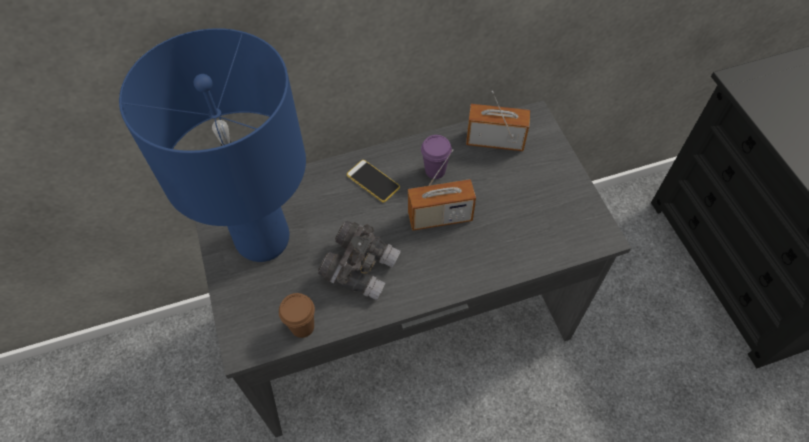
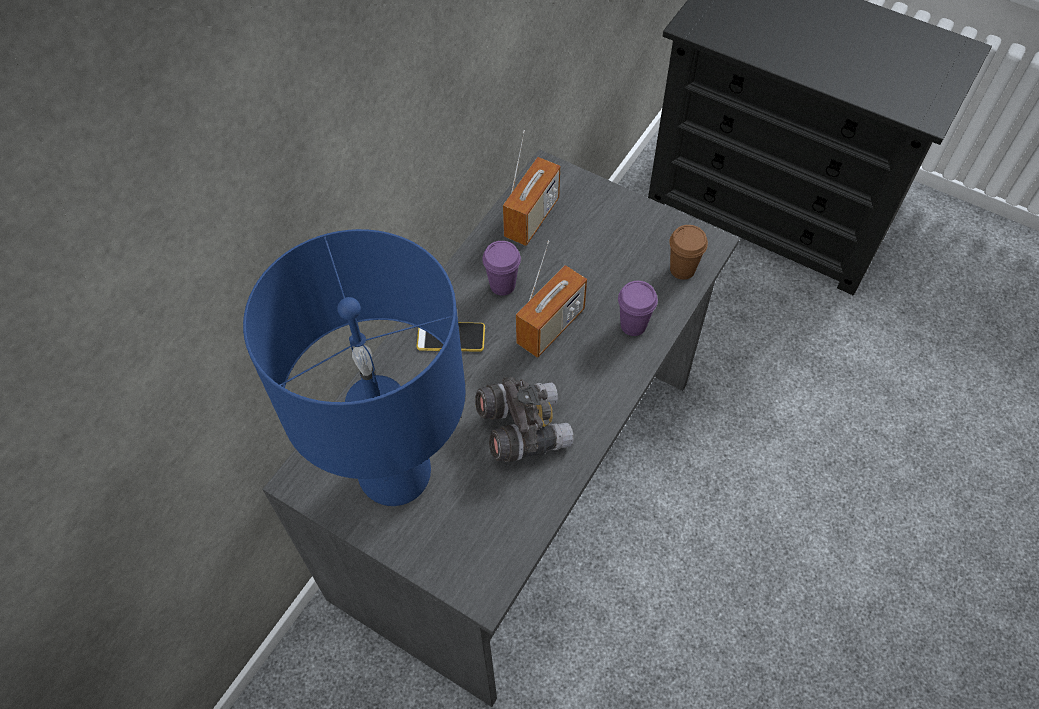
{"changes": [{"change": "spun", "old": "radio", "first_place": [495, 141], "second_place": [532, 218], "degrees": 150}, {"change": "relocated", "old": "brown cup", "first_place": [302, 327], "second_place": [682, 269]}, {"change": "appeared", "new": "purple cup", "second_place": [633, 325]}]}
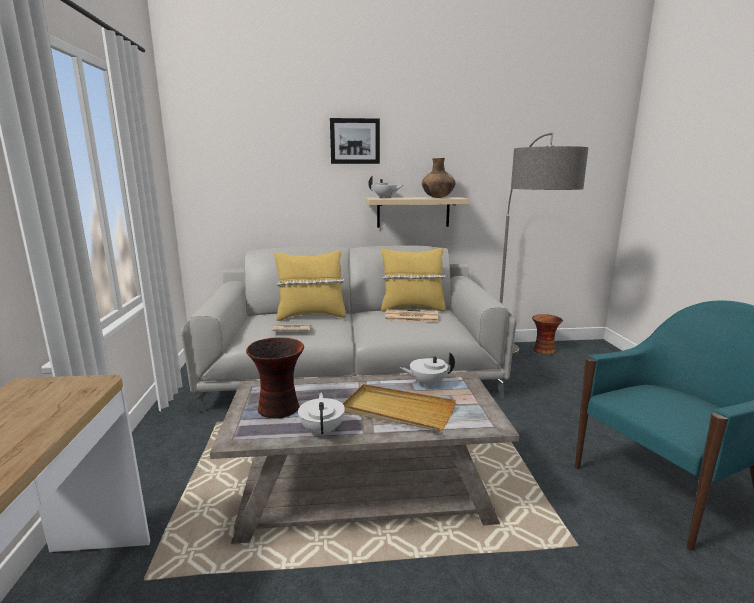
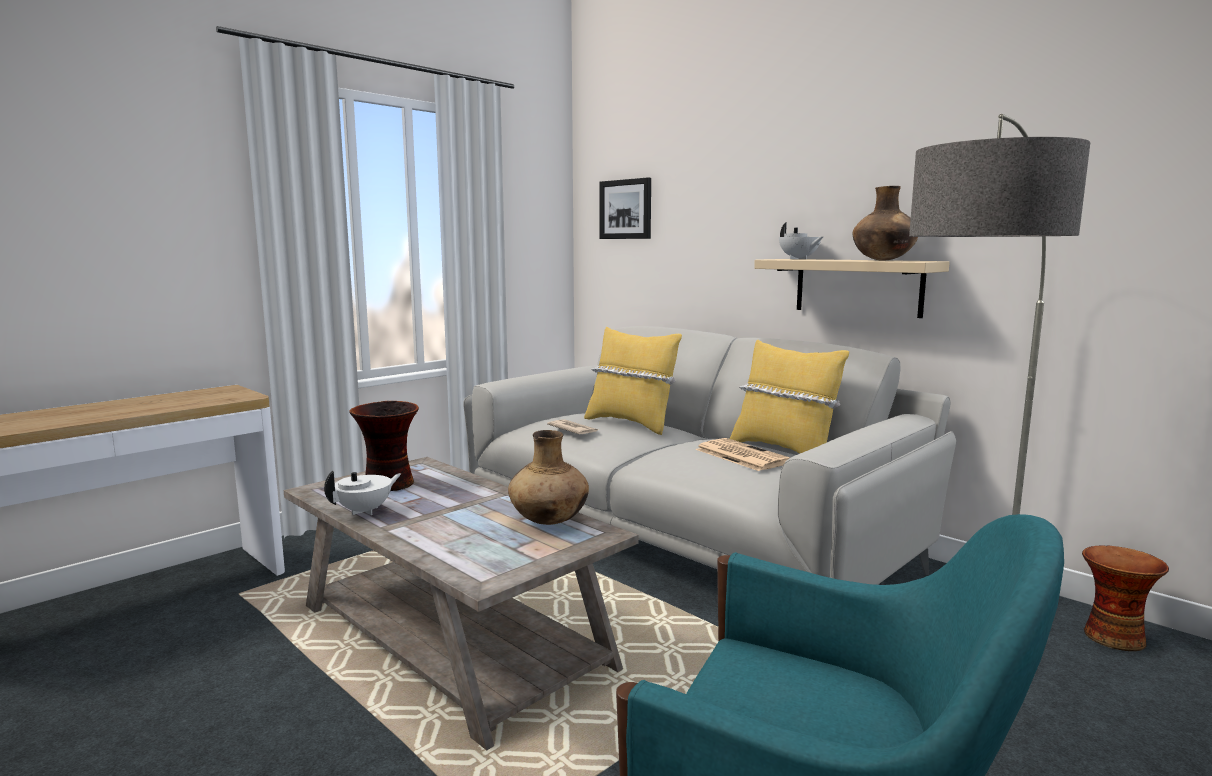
{"changes": [{"change": "relocated", "old": "picture", "first_place": [355, 141], "second_place": [626, 209]}, {"change": "exchanged", "old": "white teapot", "new": "brown vase", "first_place": [427, 383], "second_place": [549, 521]}, {"change": "missing", "old": "beige tray", "first_place": [397, 411]}]}
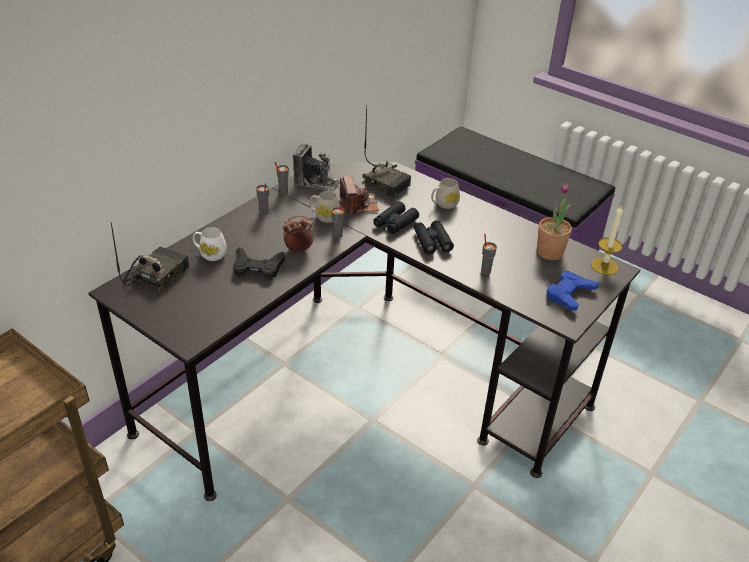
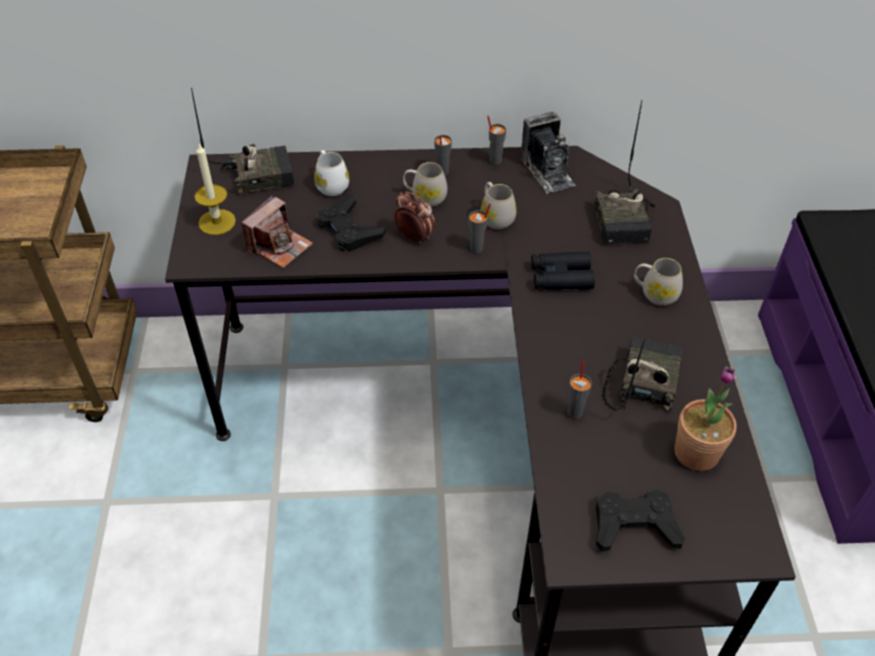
{"changes": [{"change": "relocated", "old": "photo camera", "first_place": [358, 205], "second_place": [279, 246]}, {"change": "relocated", "old": "candle", "first_place": [604, 266], "second_place": [217, 222]}, {"change": "missing", "old": "black binoculars", "first_place": [432, 241]}, {"change": "colour", "old": "blue game controller", "new": "black game controller", "first_place": [569, 294], "second_place": [634, 525]}, {"change": "appeared", "new": "white mug", "second_place": [425, 197]}, {"change": "appeared", "new": "radio", "second_place": [641, 382]}]}
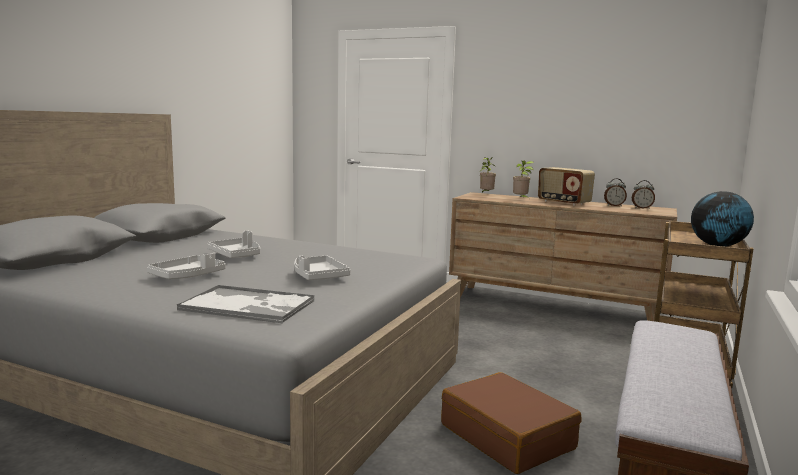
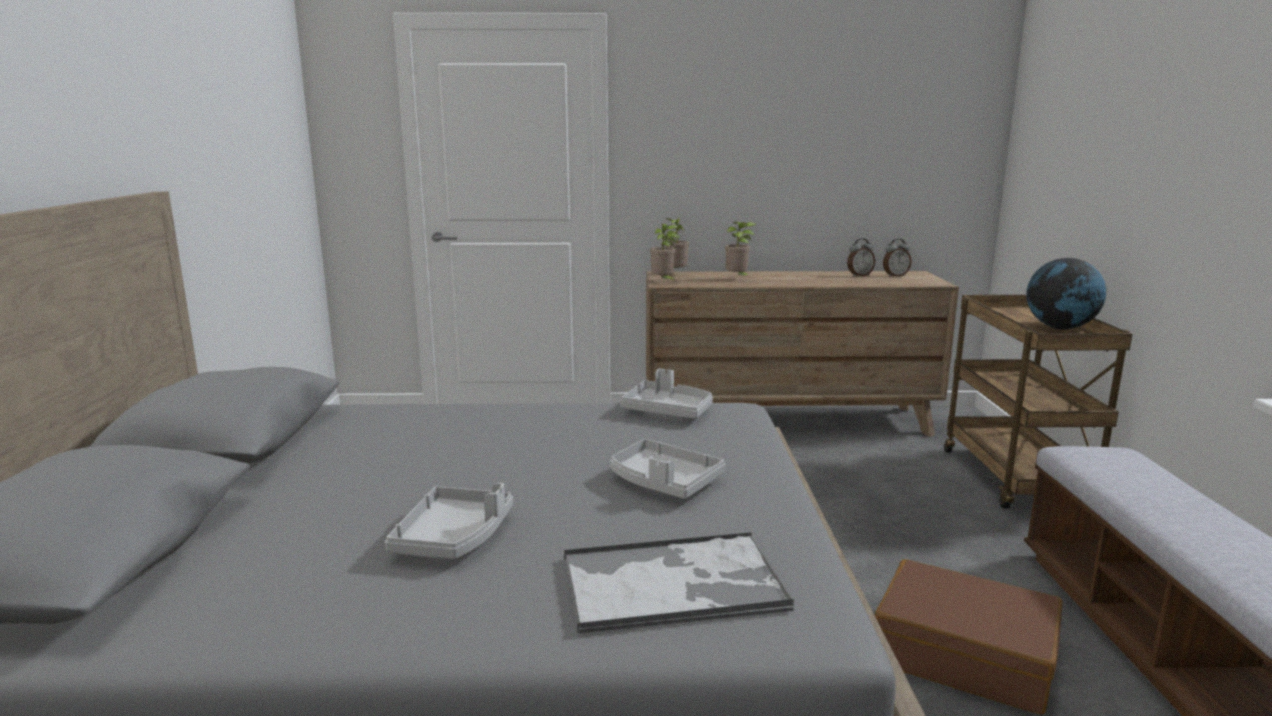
{"changes": [{"change": "missing", "old": "radio", "first_place": [563, 202]}, {"change": "relocated", "old": "grey tray", "first_place": [237, 255], "second_place": [668, 411]}, {"change": "appeared", "new": "potted plant", "second_place": [663, 282]}]}
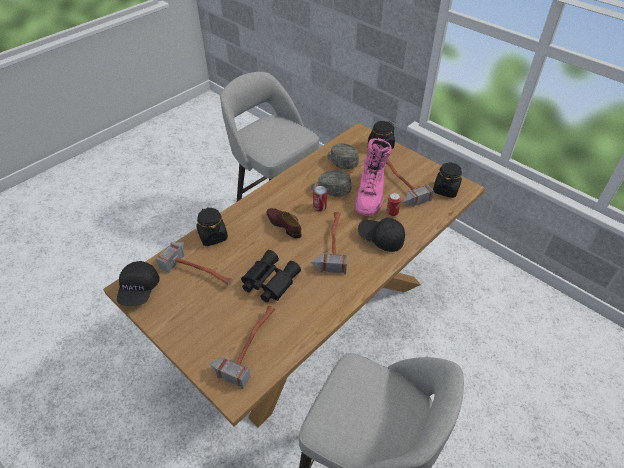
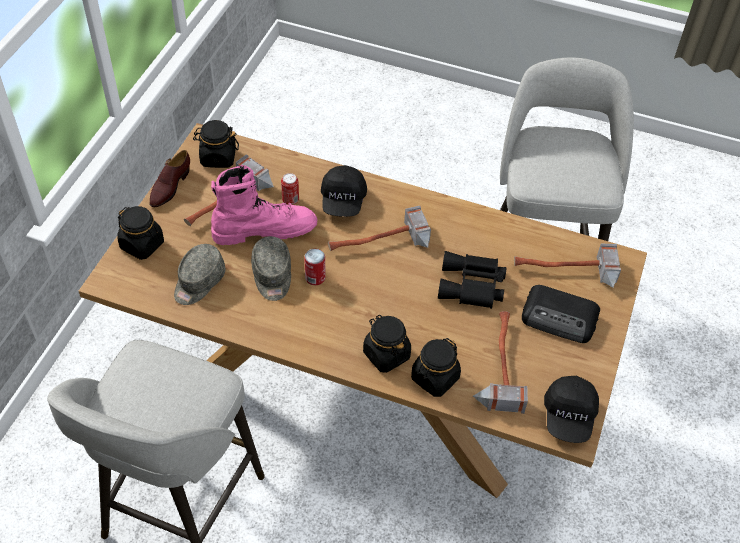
{"changes": [{"change": "relocated", "old": "brown shoe", "first_place": [284, 225], "second_place": [170, 187]}, {"change": "spun", "old": "black cap", "first_place": [139, 290], "second_place": [569, 416], "degrees": 120}, {"change": "appeared", "new": "radio", "second_place": [560, 318]}, {"change": "appeared", "new": "black jar", "second_place": [386, 354]}]}
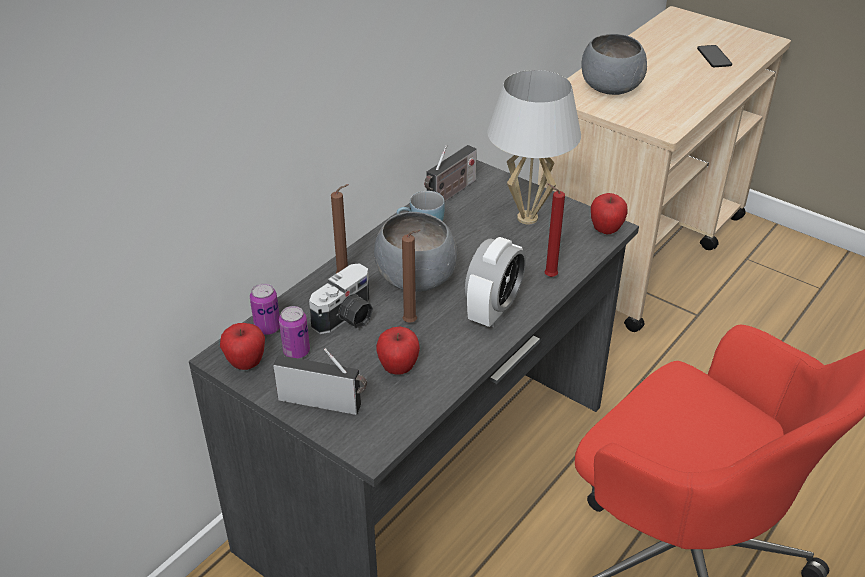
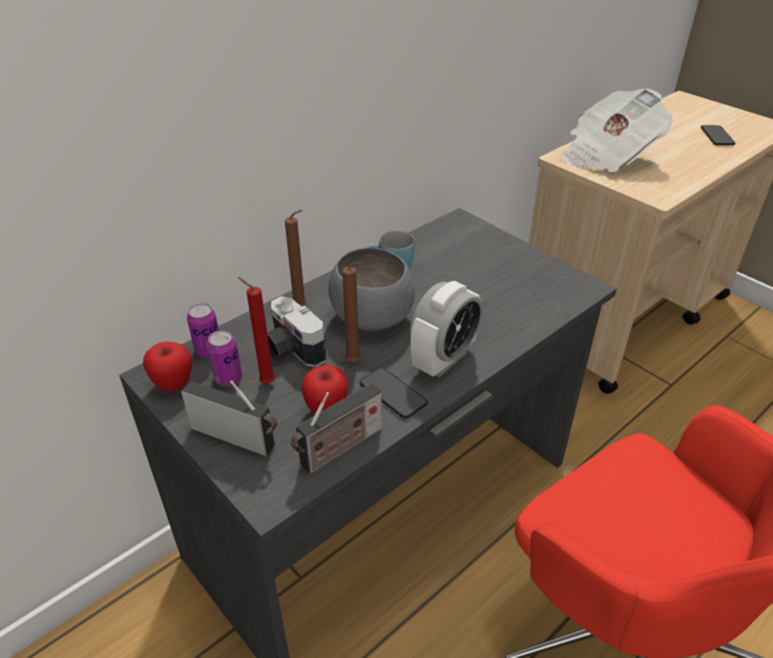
{"changes": [{"change": "exchanged", "old": "grey bowl", "new": "newspaper", "first_place": [610, 88], "second_place": [607, 155]}, {"change": "missing", "old": "white table lamp", "first_place": [527, 218]}, {"change": "relocated", "old": "radio", "first_place": [450, 194], "second_place": [339, 449]}, {"change": "relocated", "old": "red candle", "first_place": [548, 276], "second_place": [265, 382]}, {"change": "missing", "old": "apple", "first_place": [606, 230]}, {"change": "spun", "old": "photo camera", "first_place": [348, 318], "second_place": [291, 349], "degrees": 90}, {"change": "appeared", "new": "phone", "second_place": [393, 394]}]}
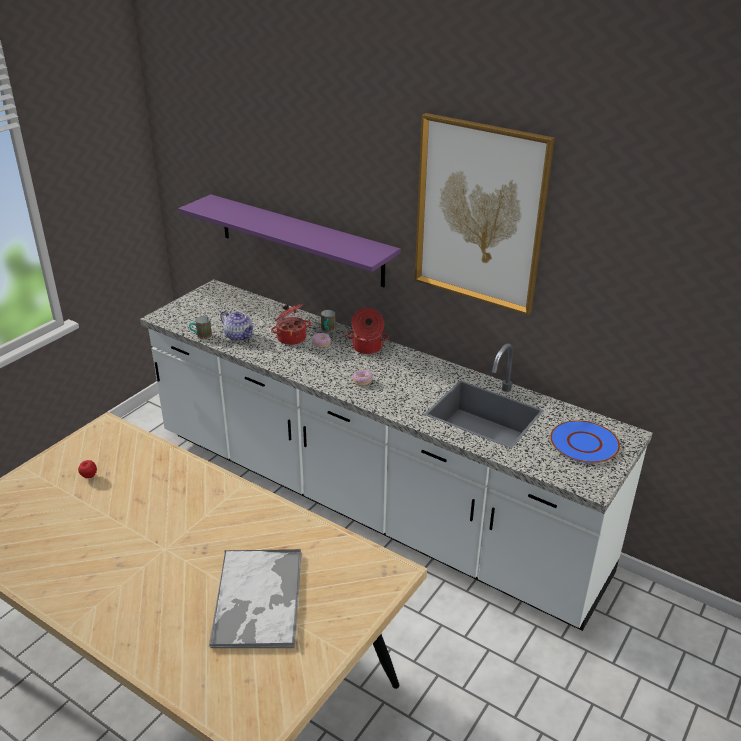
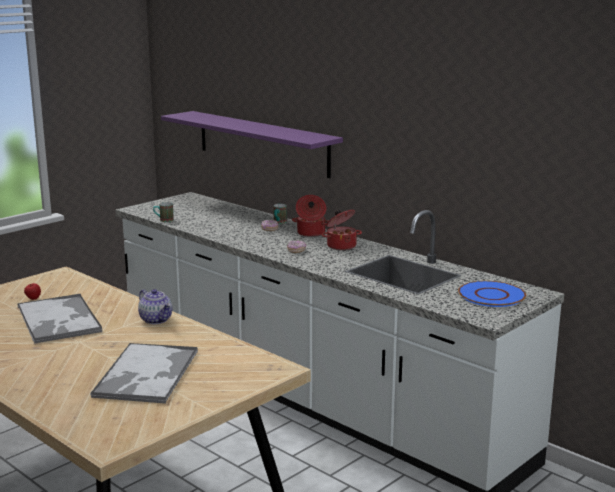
{"changes": [{"change": "missing", "old": "picture", "first_place": [480, 214]}, {"change": "relocated", "old": "cooking pot", "first_place": [291, 338], "second_place": [341, 246]}, {"change": "relocated", "old": "teapot", "first_place": [239, 336], "second_place": [156, 320]}, {"change": "appeared", "new": "tray", "second_place": [59, 320]}]}
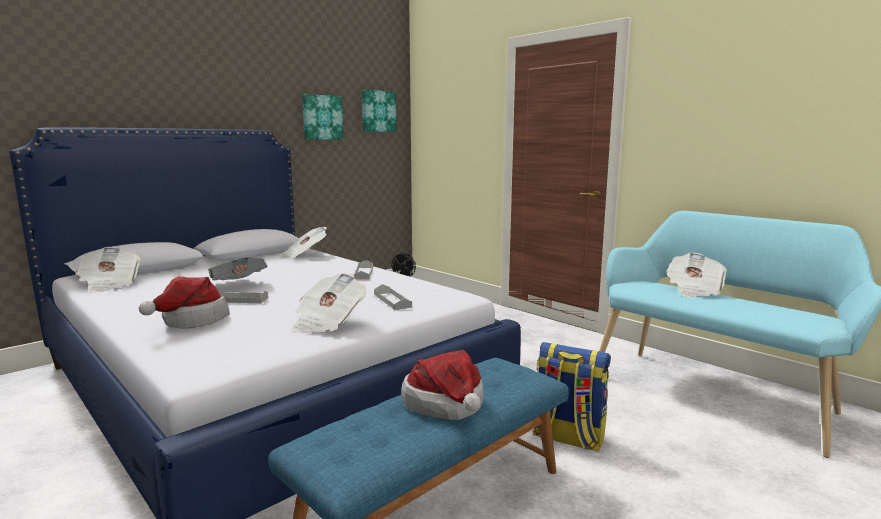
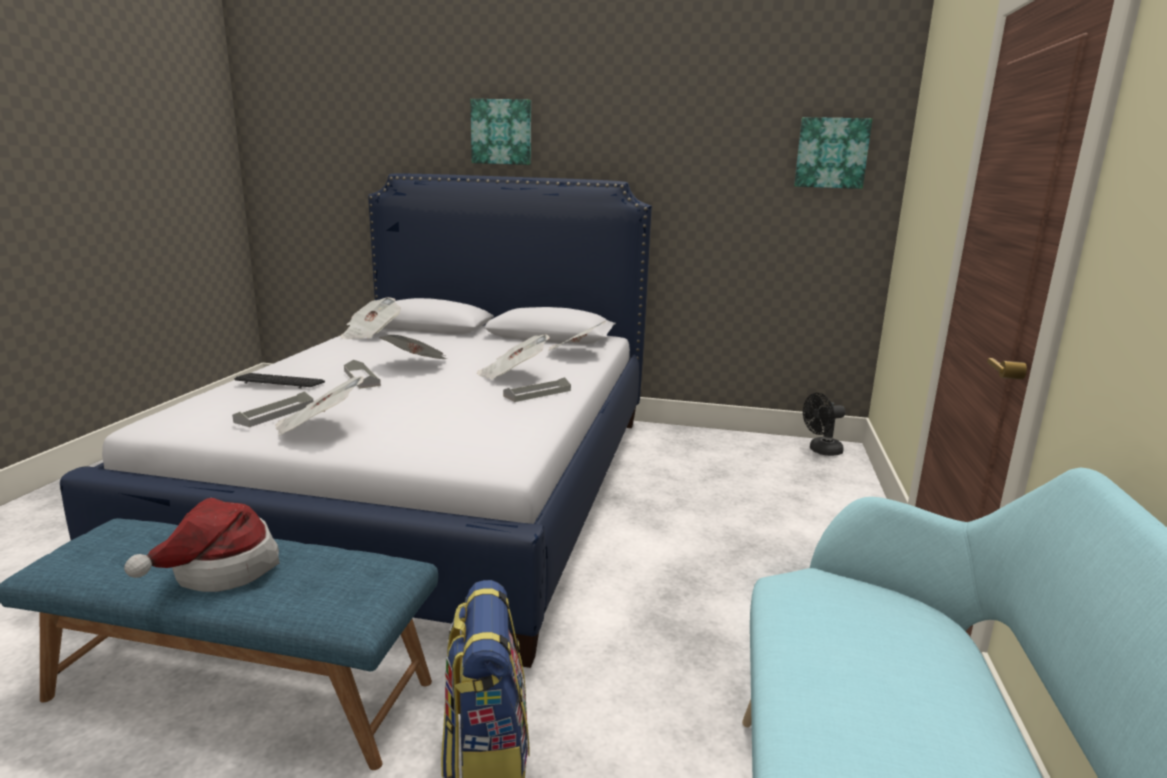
{"changes": [{"change": "relocated", "old": "picture", "first_place": [322, 117], "second_place": [502, 132]}, {"change": "relocated", "old": "newspaper", "first_place": [694, 290], "second_place": [512, 375]}, {"change": "exchanged", "old": "hat", "new": "keyboard", "first_place": [190, 320], "second_place": [280, 382]}, {"change": "relocated", "old": "grey tray", "first_place": [392, 300], "second_place": [275, 413]}]}
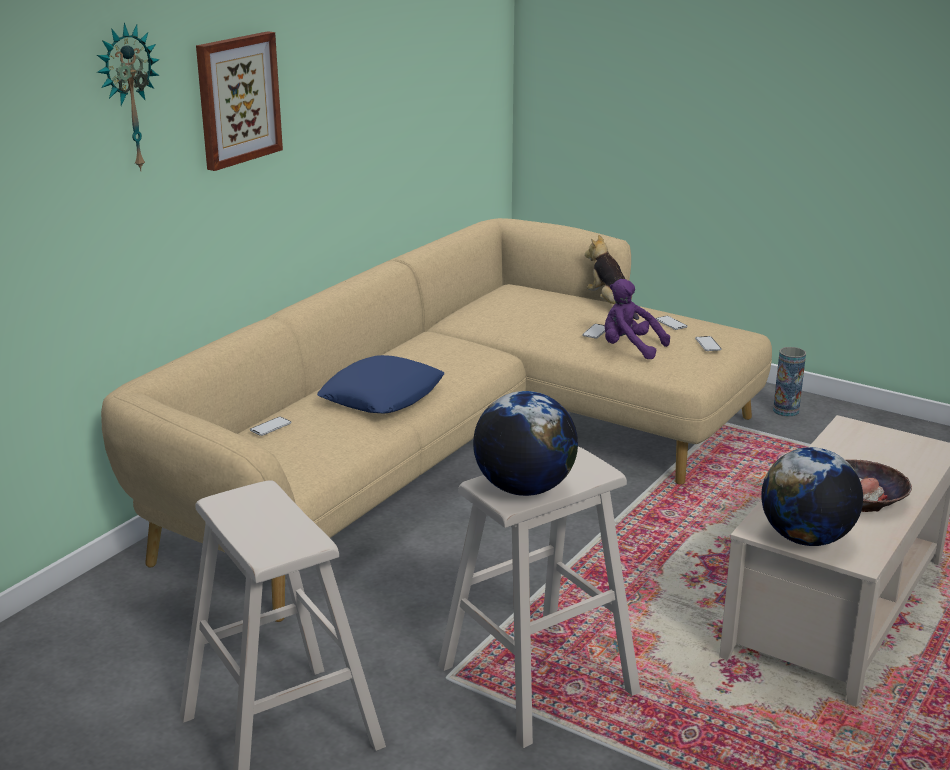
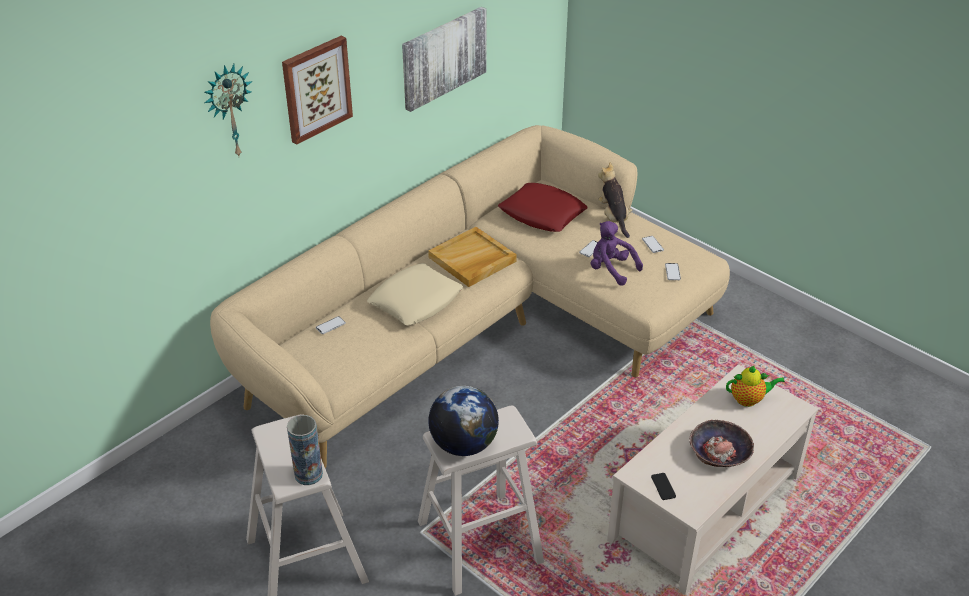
{"changes": [{"change": "relocated", "old": "vase", "first_place": [786, 411], "second_place": [308, 474]}, {"change": "colour", "old": "blue pillow", "new": "beige pillow", "first_place": [382, 395], "second_place": [415, 301]}, {"change": "exchanged", "old": "globe", "new": "phone", "first_place": [806, 538], "second_place": [663, 486]}, {"change": "appeared", "new": "picture", "second_place": [443, 57]}, {"change": "appeared", "new": "red pillow", "second_place": [542, 214]}, {"change": "appeared", "new": "beige tray", "second_place": [472, 260]}, {"change": "appeared", "new": "teapot", "second_place": [749, 399]}]}
